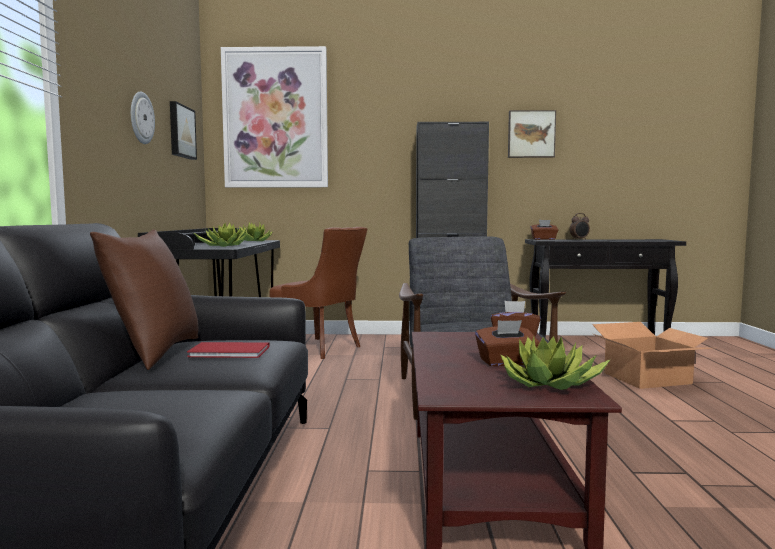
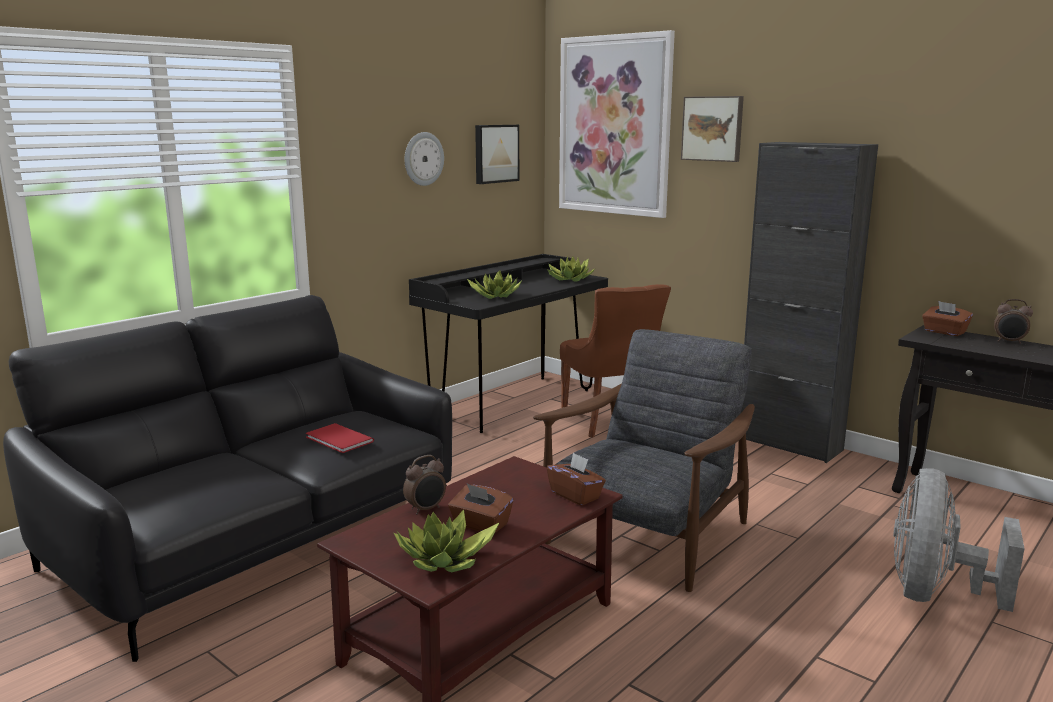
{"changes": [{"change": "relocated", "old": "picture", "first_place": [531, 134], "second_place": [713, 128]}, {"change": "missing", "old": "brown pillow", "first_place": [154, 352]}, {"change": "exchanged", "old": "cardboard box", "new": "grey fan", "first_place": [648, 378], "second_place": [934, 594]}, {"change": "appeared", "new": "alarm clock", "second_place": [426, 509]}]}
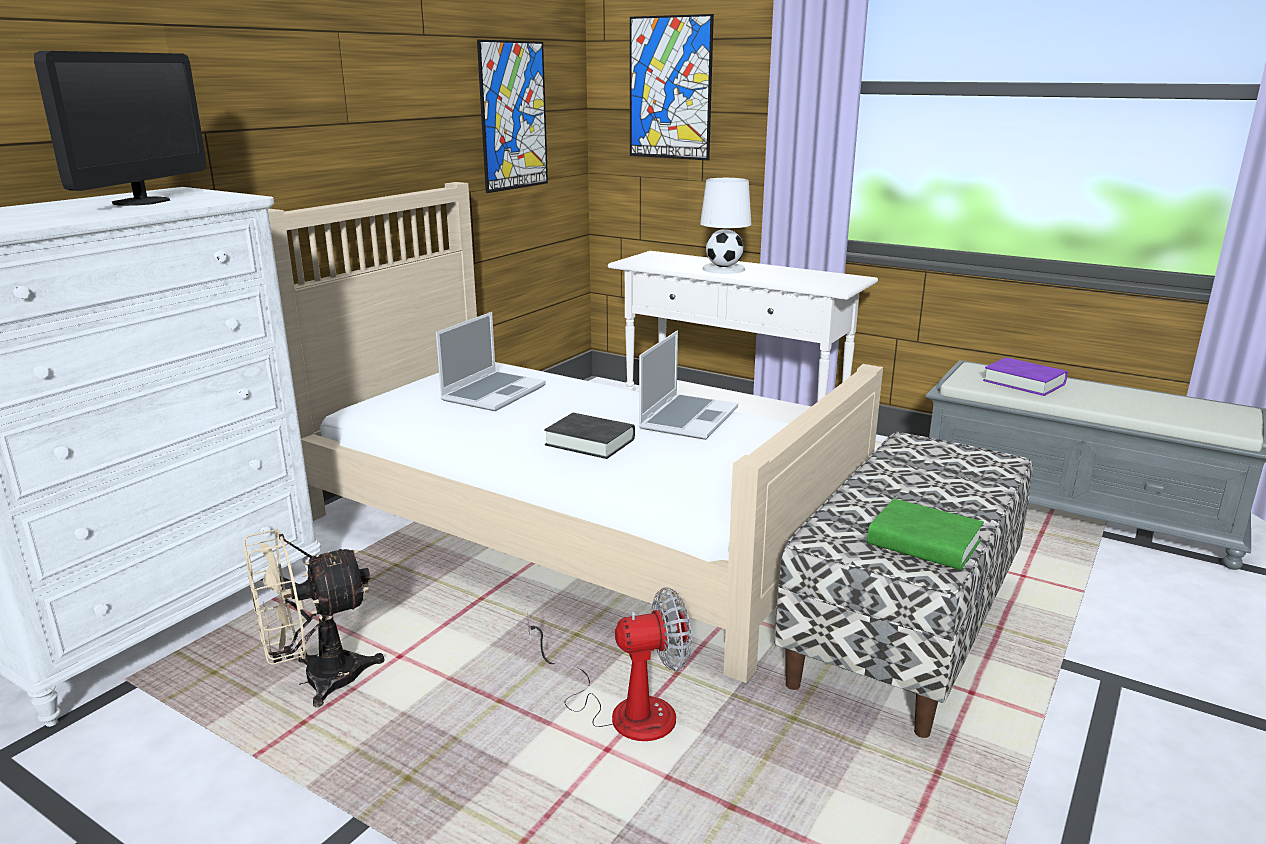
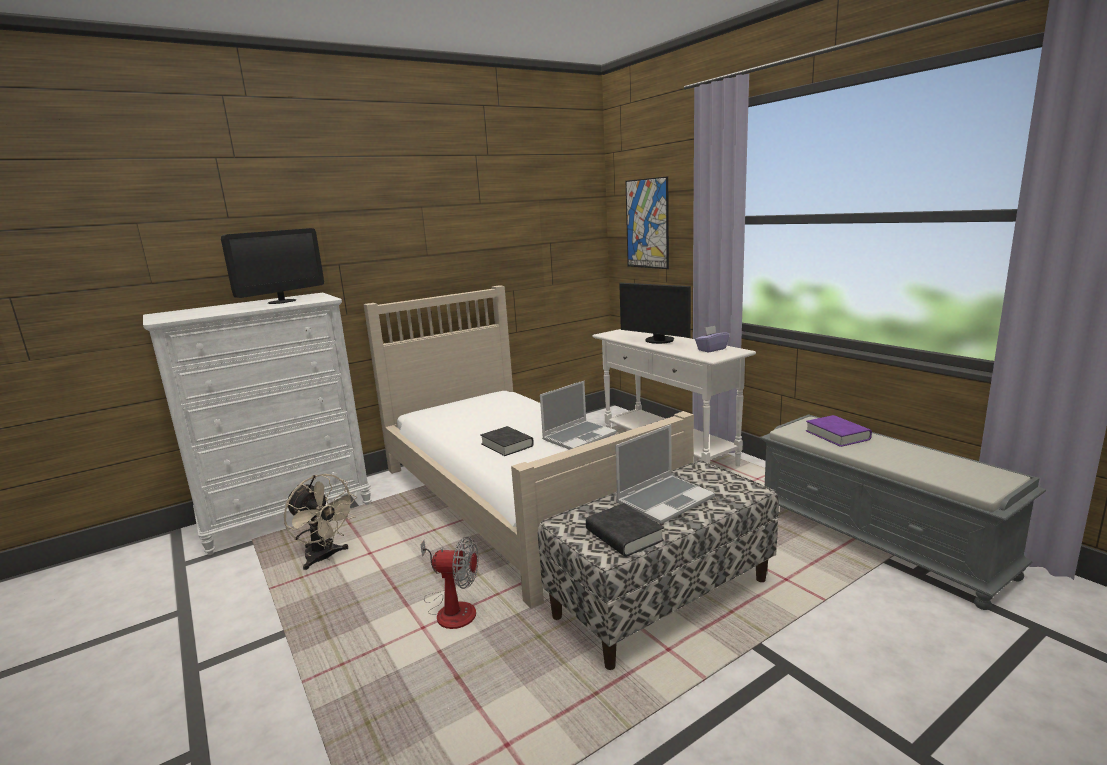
{"changes": [{"change": "missing", "old": "picture", "first_place": [513, 116]}, {"change": "exchanged", "old": "white table lamp", "new": "monitor", "first_place": [724, 269], "second_place": [657, 341]}, {"change": "relocated", "old": "laptop", "first_place": [493, 393], "second_place": [665, 500]}, {"change": "colour", "old": "green book", "new": "black book", "first_place": [923, 543], "second_place": [624, 535]}, {"change": "spun", "old": "beige fan", "first_place": [317, 681], "second_place": [325, 558], "degrees": -135}, {"change": "appeared", "new": "purple tissue box", "second_place": [711, 349]}]}
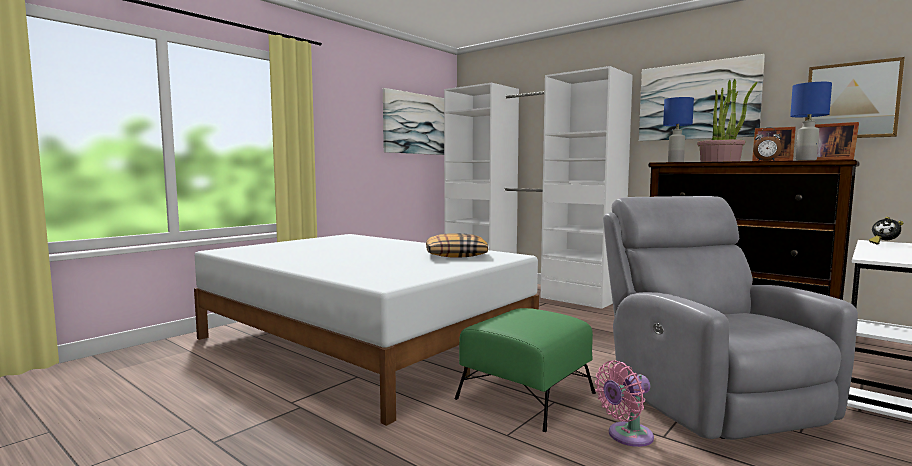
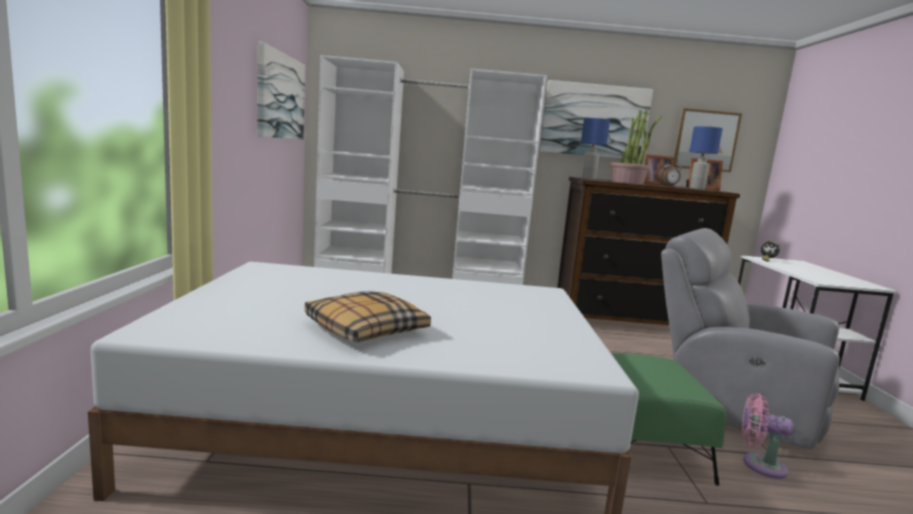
{"changes": [{"change": "relocated", "old": "pillow", "first_place": [455, 255], "second_place": [365, 329]}, {"change": "spun", "old": "pink fan", "first_place": [626, 436], "second_place": [759, 464], "degrees": 90}]}
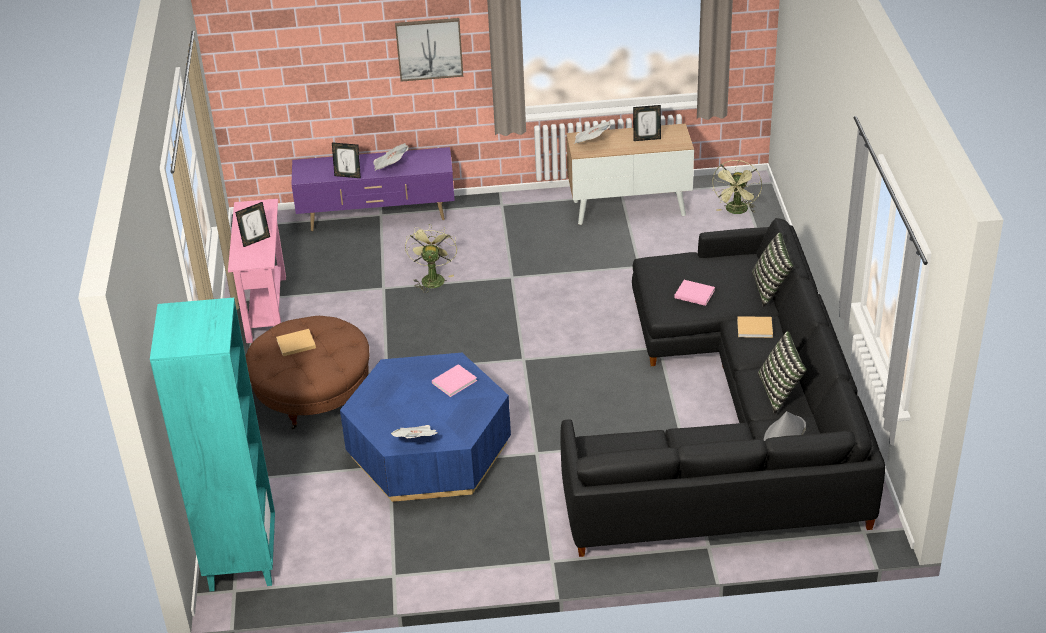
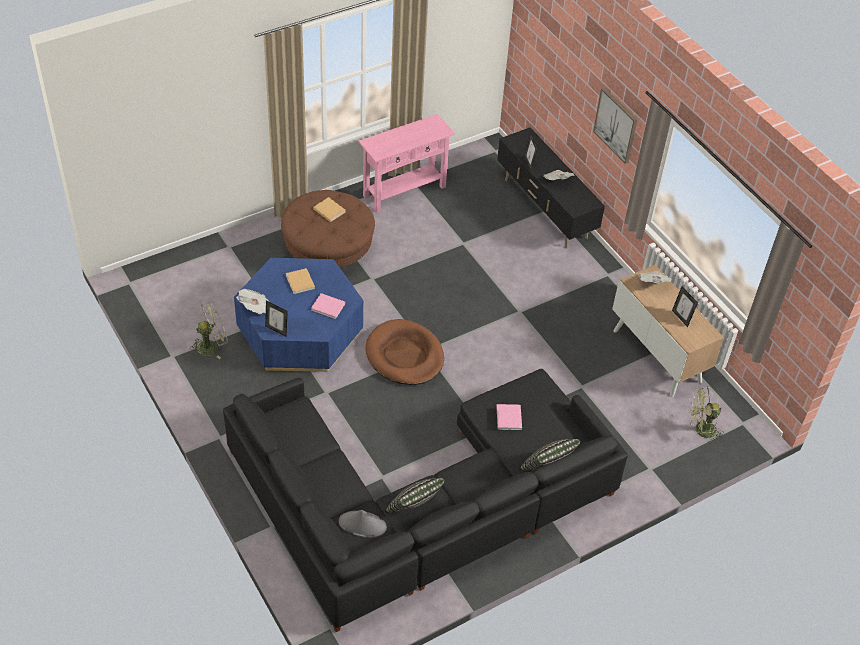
{"changes": [{"change": "colour", "old": "purple tv stand", "new": "black tv stand", "first_place": [378, 217], "second_place": [545, 209]}, {"change": "relocated", "old": "picture frame", "first_place": [255, 240], "second_place": [277, 330]}, {"change": "relocated", "old": "green fan", "first_place": [432, 278], "second_place": [211, 346]}, {"change": "missing", "old": "turquoise bookcase", "first_place": [241, 560]}, {"change": "relocated", "old": "beige book", "first_place": [756, 328], "second_place": [300, 282]}, {"change": "appeared", "new": "brown dog bed", "second_place": [404, 355]}]}
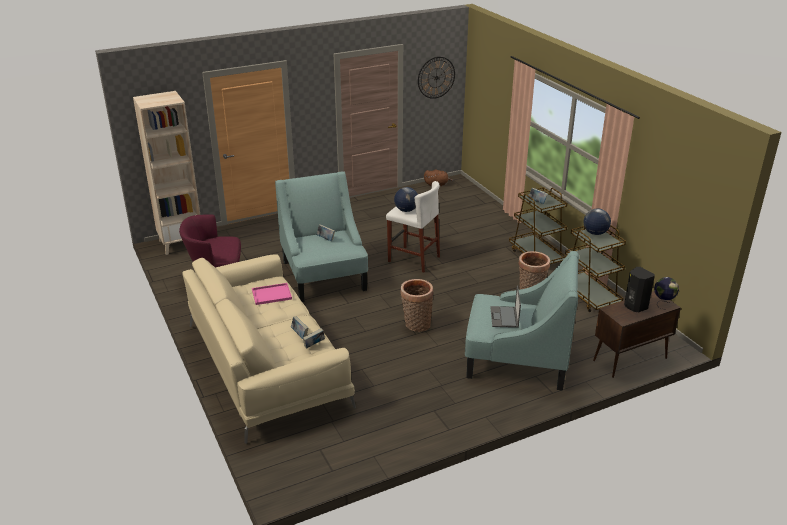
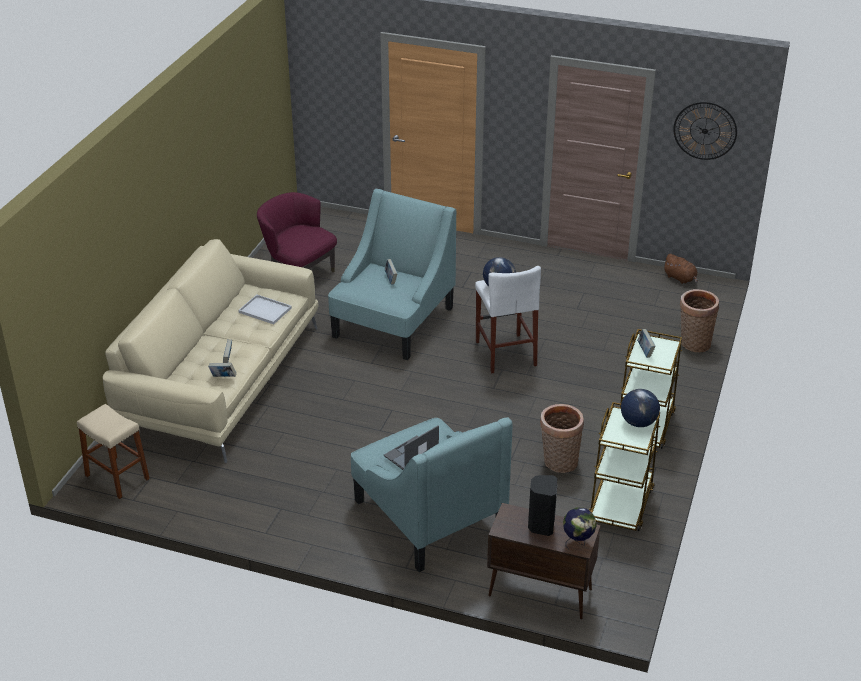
{"changes": [{"change": "missing", "old": "beige bookcase", "first_place": [181, 243]}, {"change": "relocated", "old": "basket", "first_place": [416, 325], "second_place": [693, 343]}, {"change": "colour", "old": "pink tray", "new": "white tray", "first_place": [271, 295], "second_place": [264, 310]}, {"change": "appeared", "new": "beige stool", "second_place": [117, 477]}]}
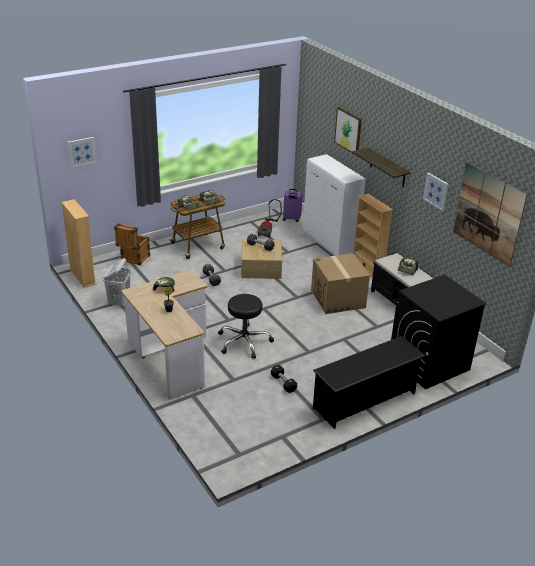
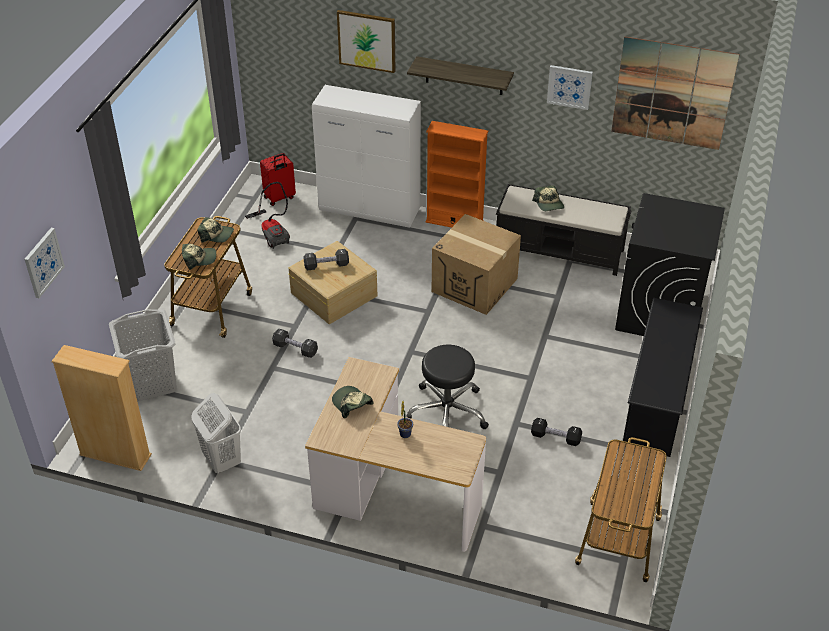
{"changes": [{"change": "colour", "old": "purple suitcase", "new": "red suitcase", "first_place": [291, 219], "second_place": [279, 198]}, {"change": "colour", "old": "beige bookcase", "new": "orange bookcase", "first_place": [367, 268], "second_place": [454, 222]}, {"change": "exchanged", "old": "crate", "new": "grey laundry basket", "first_place": [133, 259], "second_place": [152, 383]}, {"change": "appeared", "new": "cart", "second_place": [617, 543]}]}
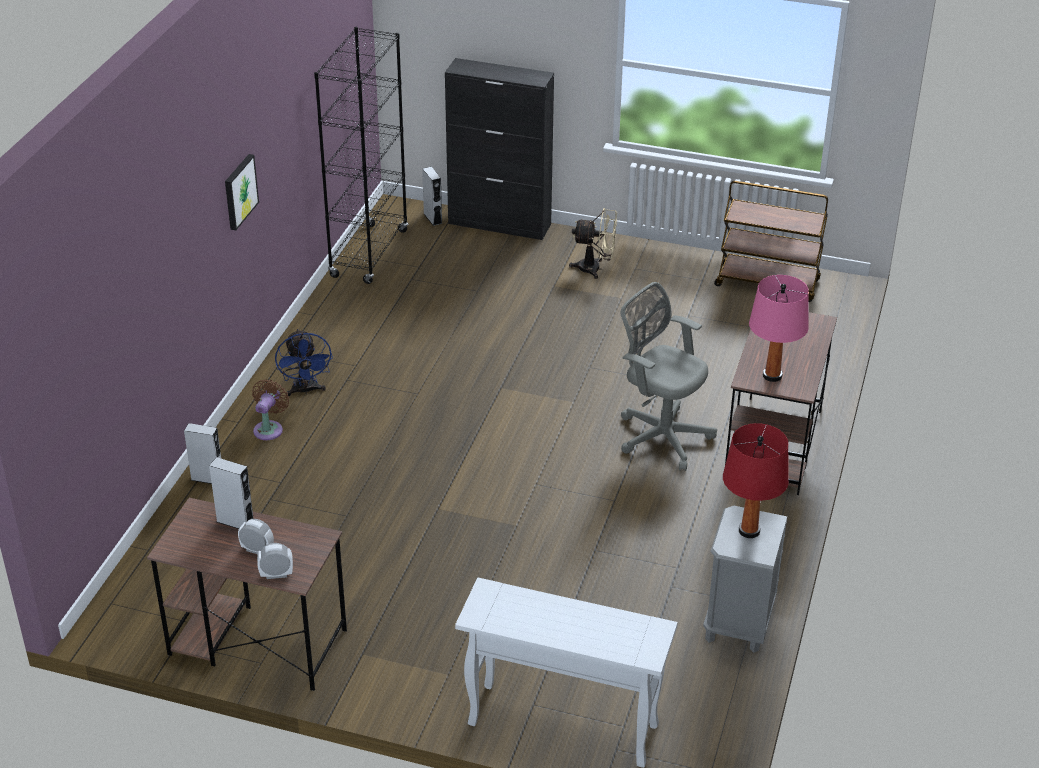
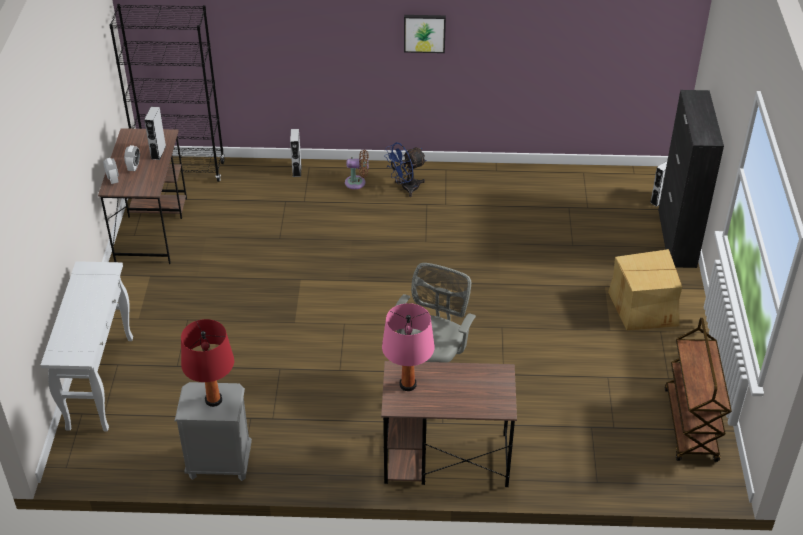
{"changes": [{"change": "relocated", "old": "black bookcase", "first_place": [369, 254], "second_place": [182, 171]}, {"change": "exchanged", "old": "beige fan", "new": "cardboard box", "first_place": [595, 269], "second_place": [644, 306]}]}
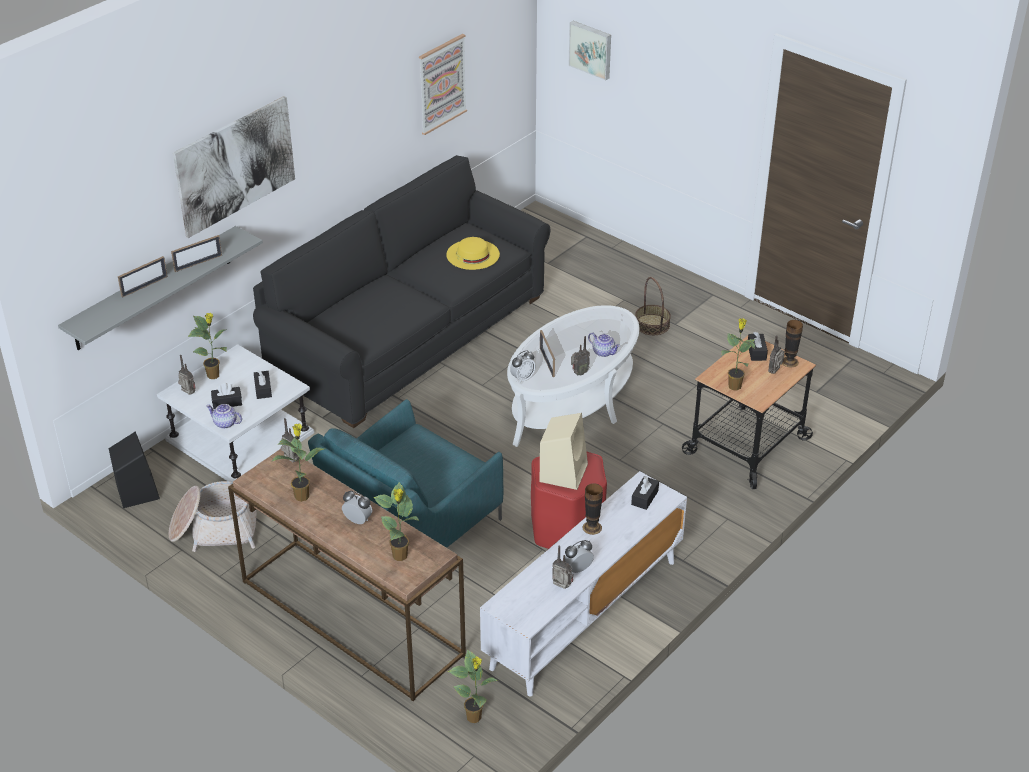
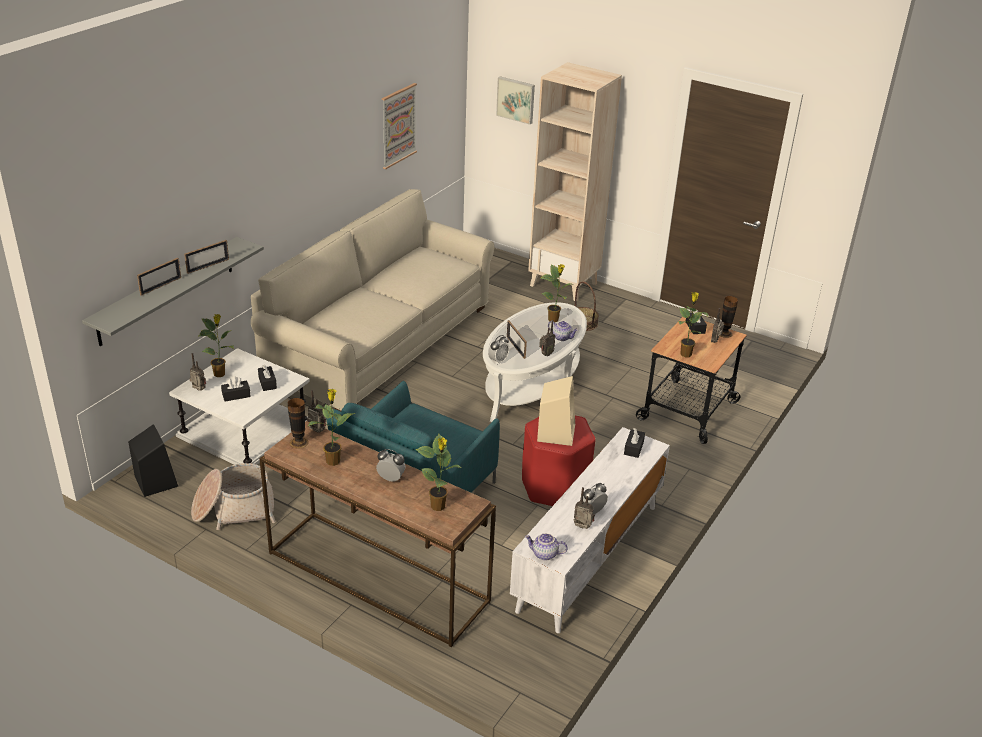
{"changes": [{"change": "missing", "old": "picture", "first_place": [235, 165]}, {"change": "colour", "old": "black sofa", "new": "beige sofa", "first_place": [408, 336], "second_place": [379, 341]}, {"change": "missing", "old": "yellow hat", "first_place": [473, 254]}, {"change": "relocated", "old": "teapot", "first_place": [225, 423], "second_place": [544, 554]}, {"change": "relocated", "old": "vase", "first_place": [592, 527], "second_place": [299, 442]}, {"change": "relocated", "old": "potted plant", "first_place": [474, 717], "second_place": [554, 320]}, {"change": "appeared", "new": "beige bookcase", "second_place": [564, 284]}]}
